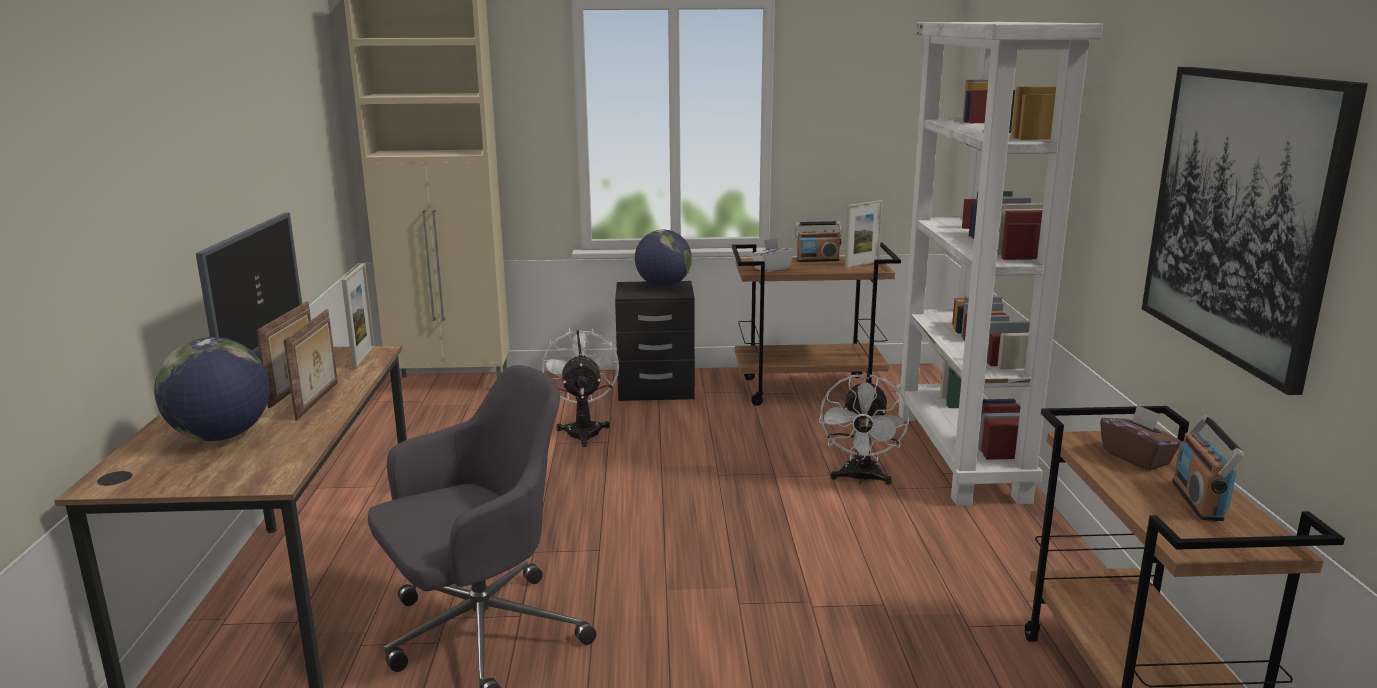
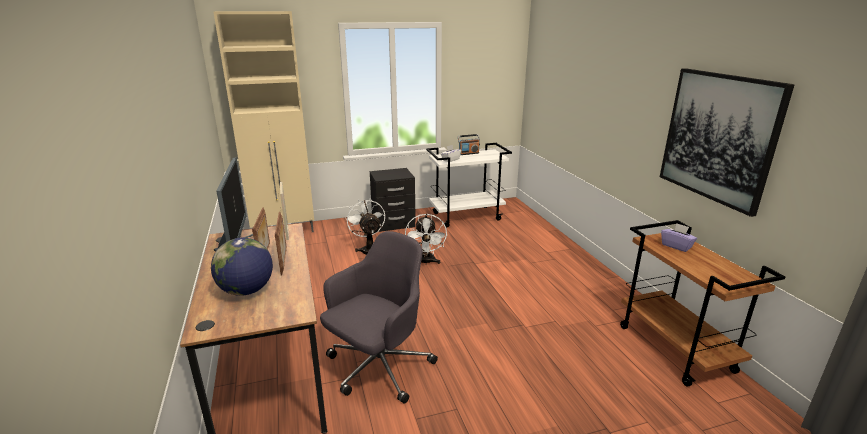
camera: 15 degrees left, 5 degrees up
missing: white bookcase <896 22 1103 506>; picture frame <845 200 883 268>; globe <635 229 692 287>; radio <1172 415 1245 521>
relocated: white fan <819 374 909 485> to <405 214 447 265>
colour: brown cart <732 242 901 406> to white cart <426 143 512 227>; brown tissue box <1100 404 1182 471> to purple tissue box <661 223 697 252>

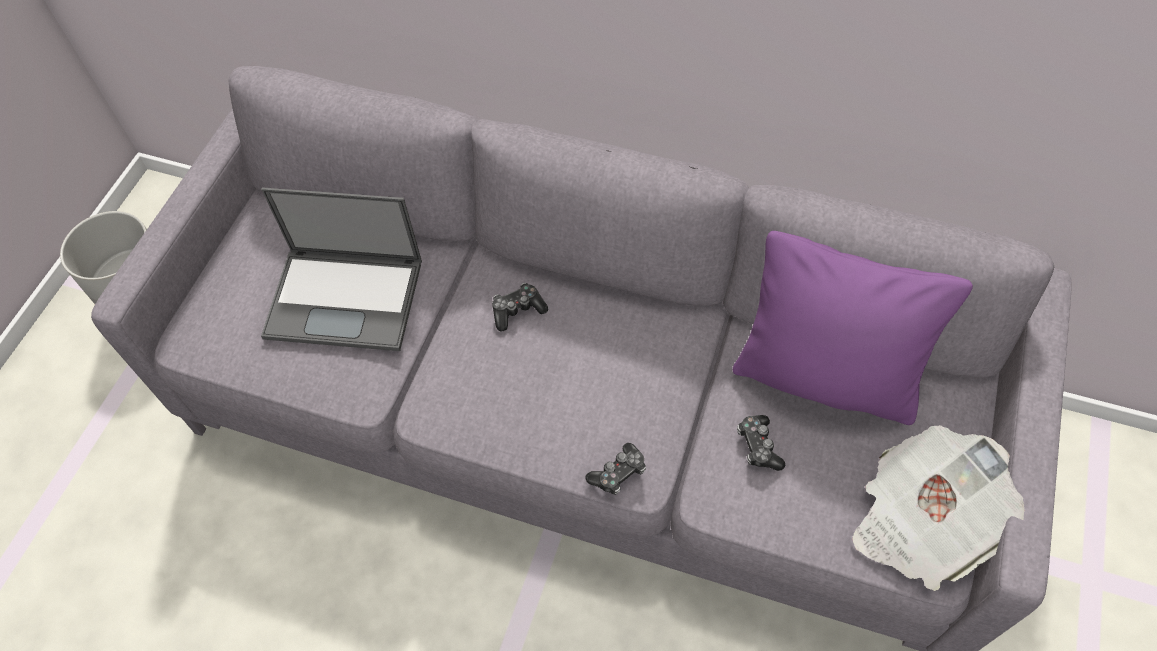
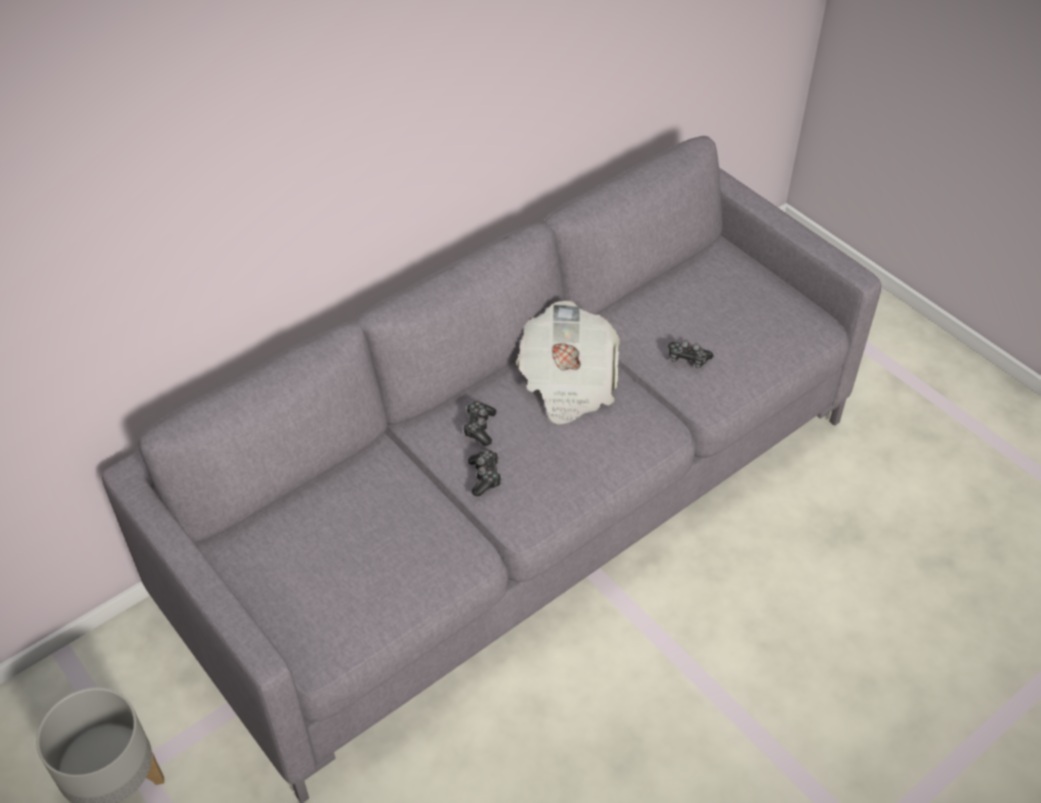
camera: 60 degrees left, 10 degrees down
missing: laptop <261 187 422 351>; purple pillow <733 231 973 425>
relocated: newspaper <852 425 1025 591> to <516 301 620 425>; game controller <586 443 646 495> to <468 450 502 496>

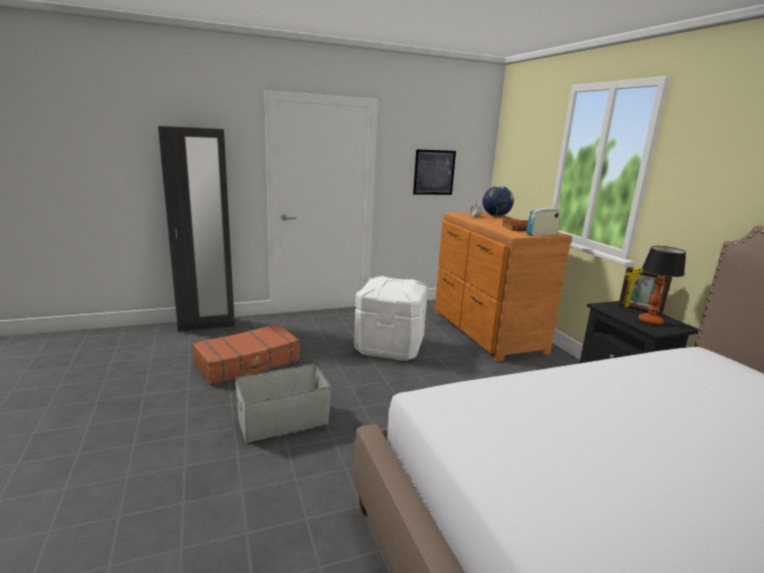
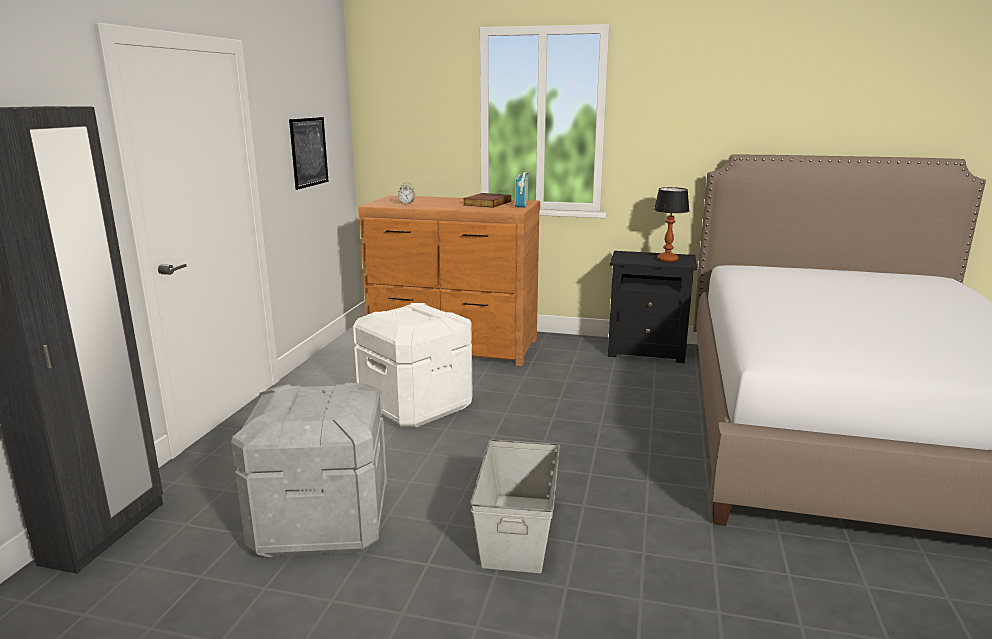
camera: 55 degrees left, 0 degrees up
missing: globe <482 186 514 217>; picture frame <619 267 672 315>
exchanged: brown suitcase <192 324 300 386> to grey storage box <231 382 387 557>

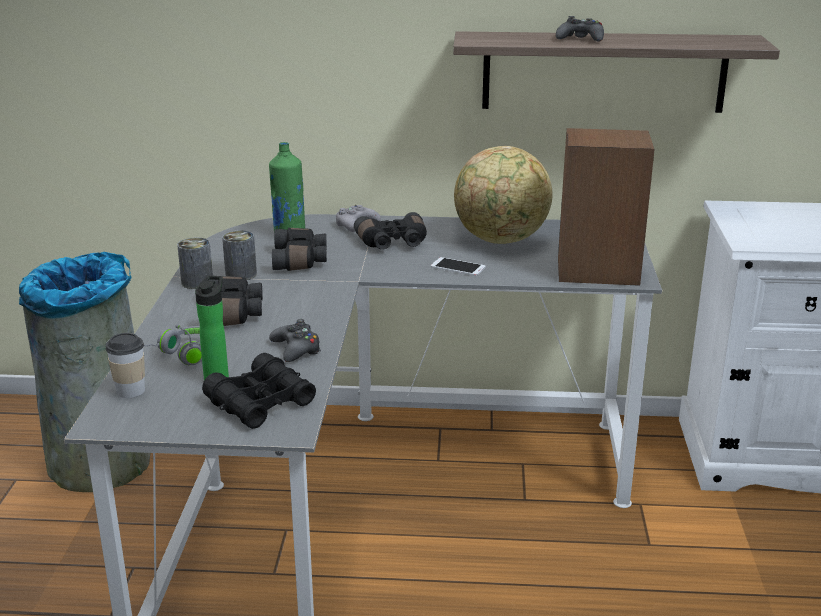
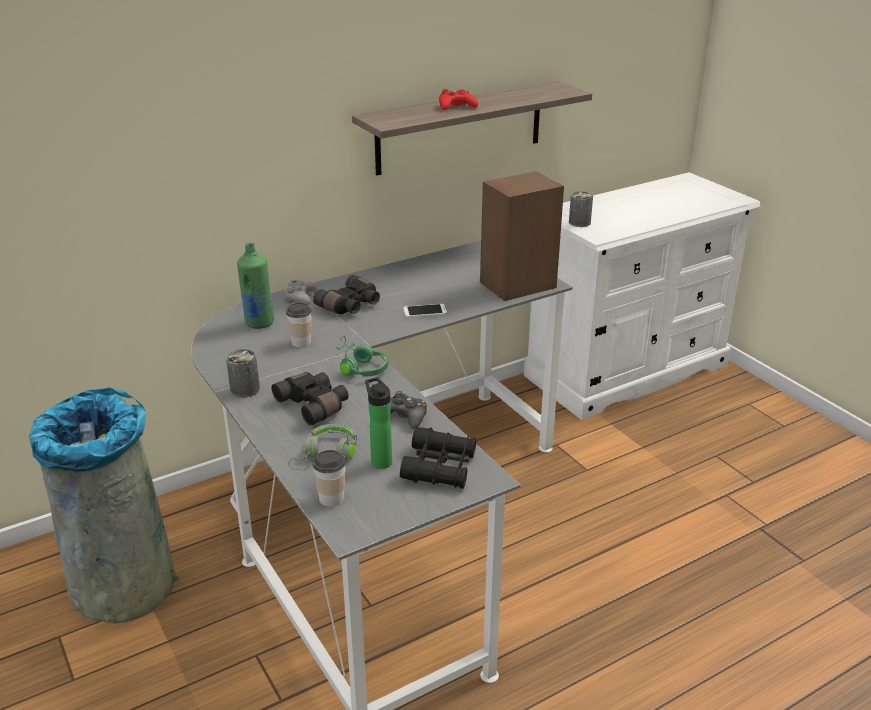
camera: 35 degrees left, 5 degrees up
missing: globe <454 146 553 244>
appeared: green headphones <336 336 388 377>
relocated: can <222 230 257 280> to <569 191 593 227>
exchanged: black binoculars <272 228 327 271> to cup <286 302 312 347>
colour: black game controller <556 16 604 42> to red game controller <439 89 478 110>

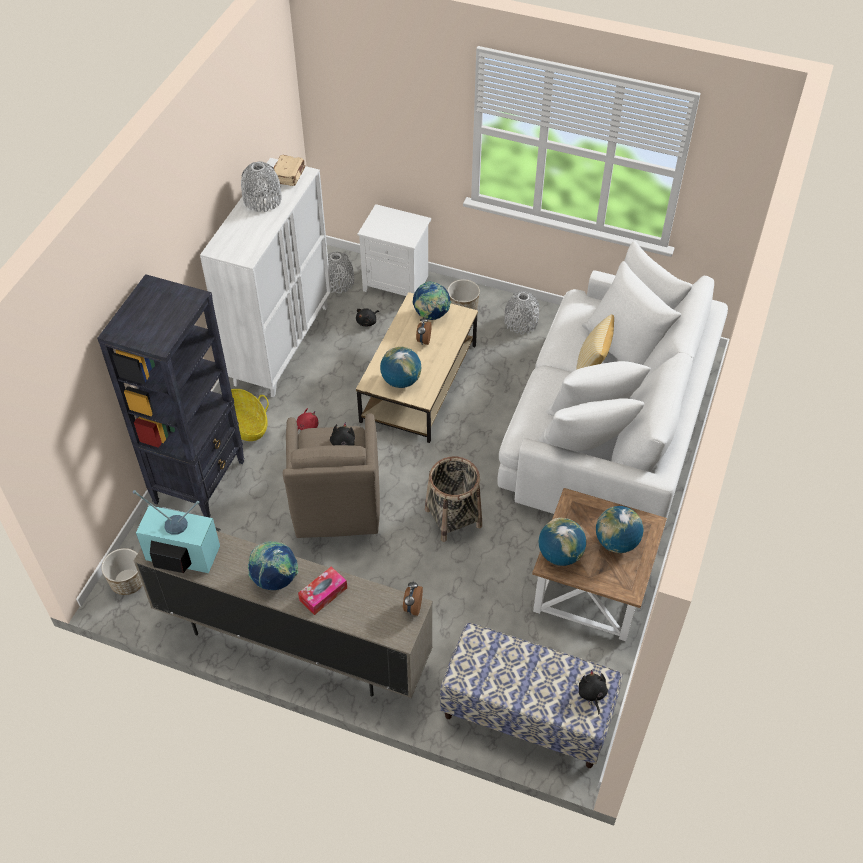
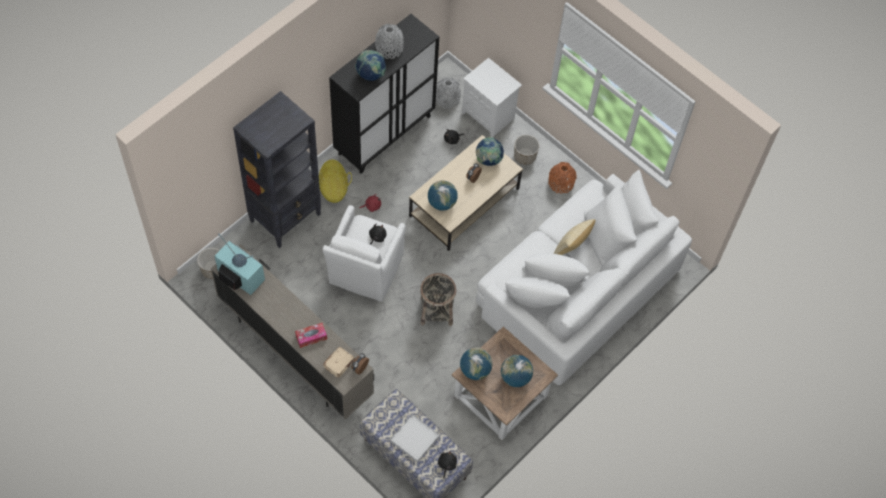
camera: 20 degrees right, 10 degrees up
appeared: white tray <390 414 440 462>
relocated: beige book <273 155 305 186> to <323 347 355 378>; globe <248 541 298 590> to <355 50 386 81>
colour: white cabinet <200 158 331 397> to black cabinet <329 14 439 174>; grey vase <504 291 540 334> to orange vase <549 162 576 194>; brown armchair <283 413 380 538> to white armchair <323 205 406 302>

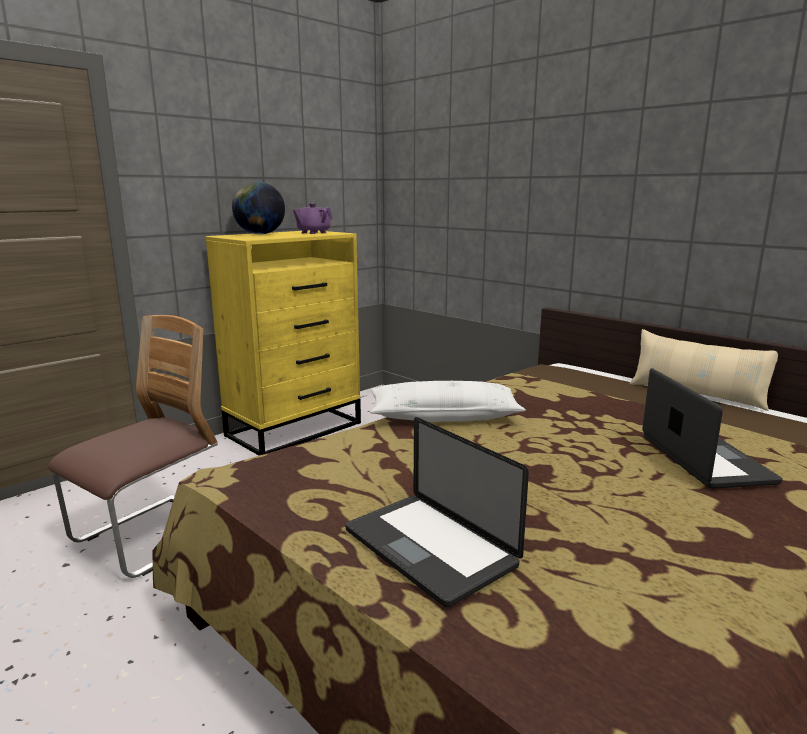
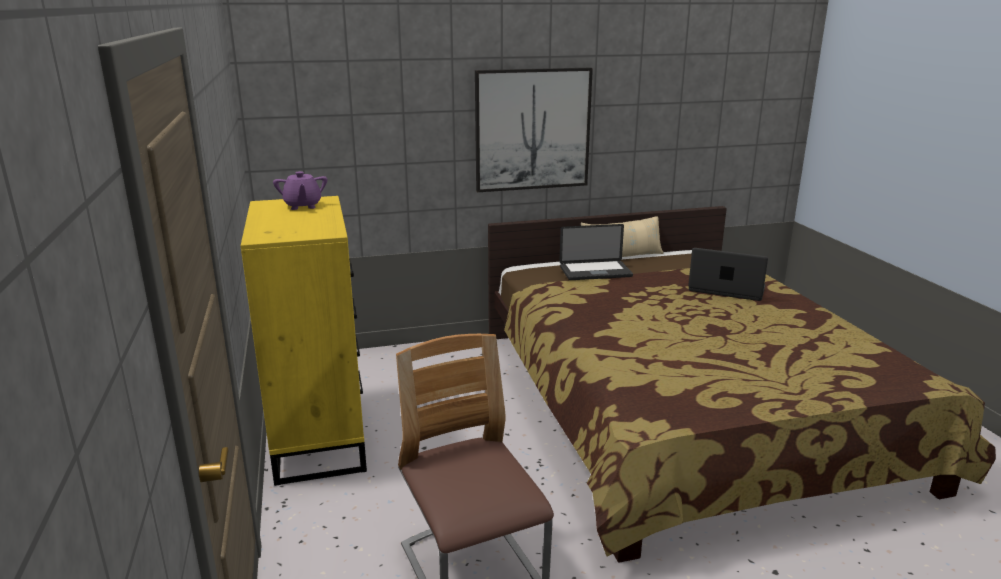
camera: 60 degrees left, 5 degrees up
missing: globe <232 181 285 234>; white pillow <370 381 526 422>
appeared: picture <475 68 593 192>
relocated: laptop <345 417 529 608> to <559 224 633 280>

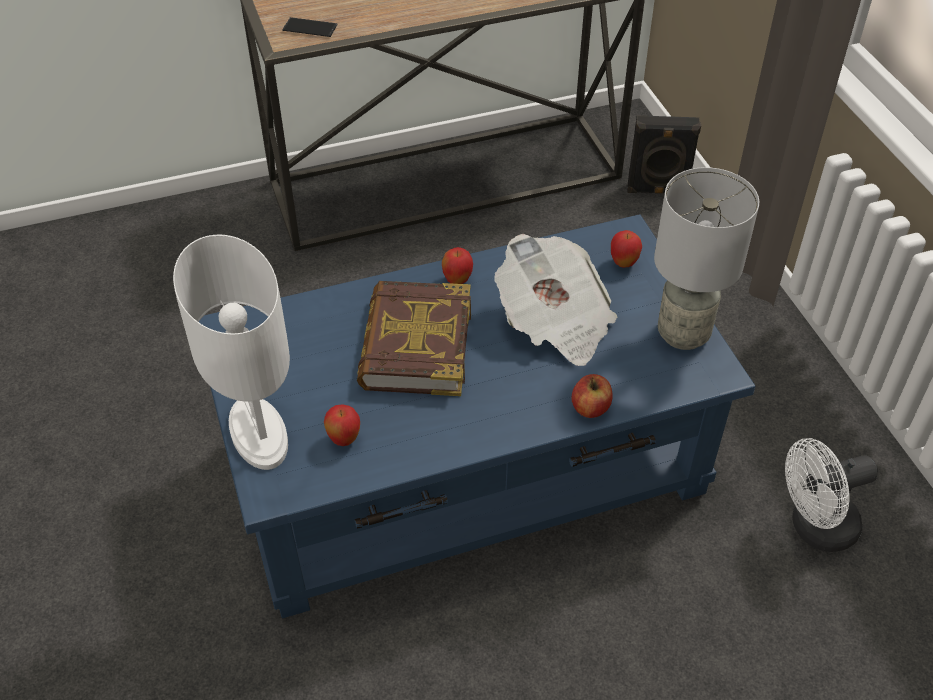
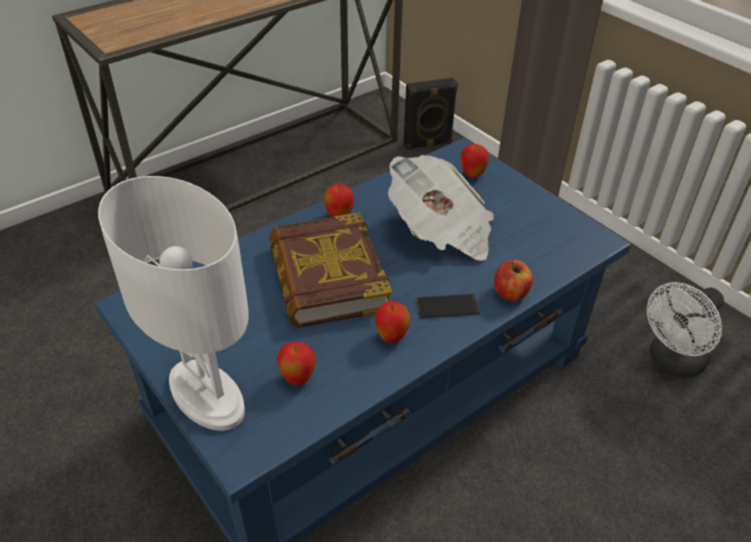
camera: 20 degrees left, 5 degrees down
missing: grey table lamp <654 167 759 350>
appeared: apple <375 301 410 343>
relocated: phone <282 17 338 37> to <416 294 480 318>

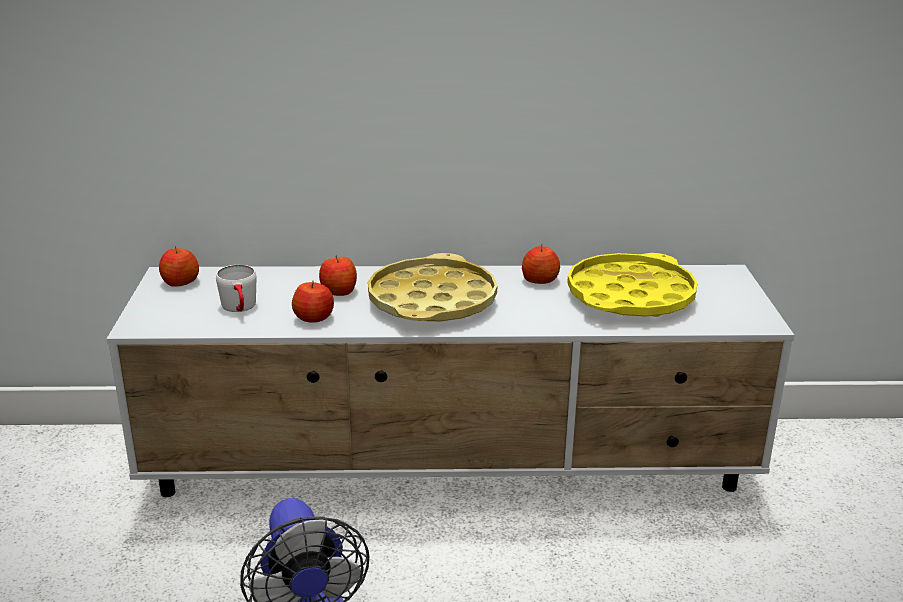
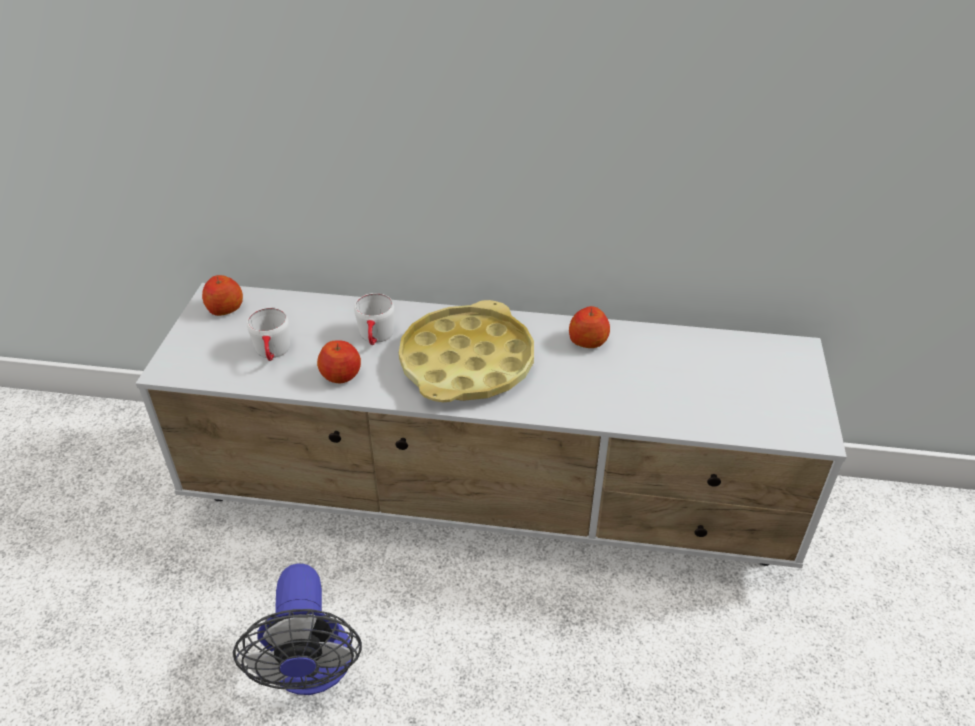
camera: 10 degrees right, 15 degrees up
missing: yellow tray <567 253 698 317>
exchanged: apple <319 256 357 296> to white mug <354 293 394 345>

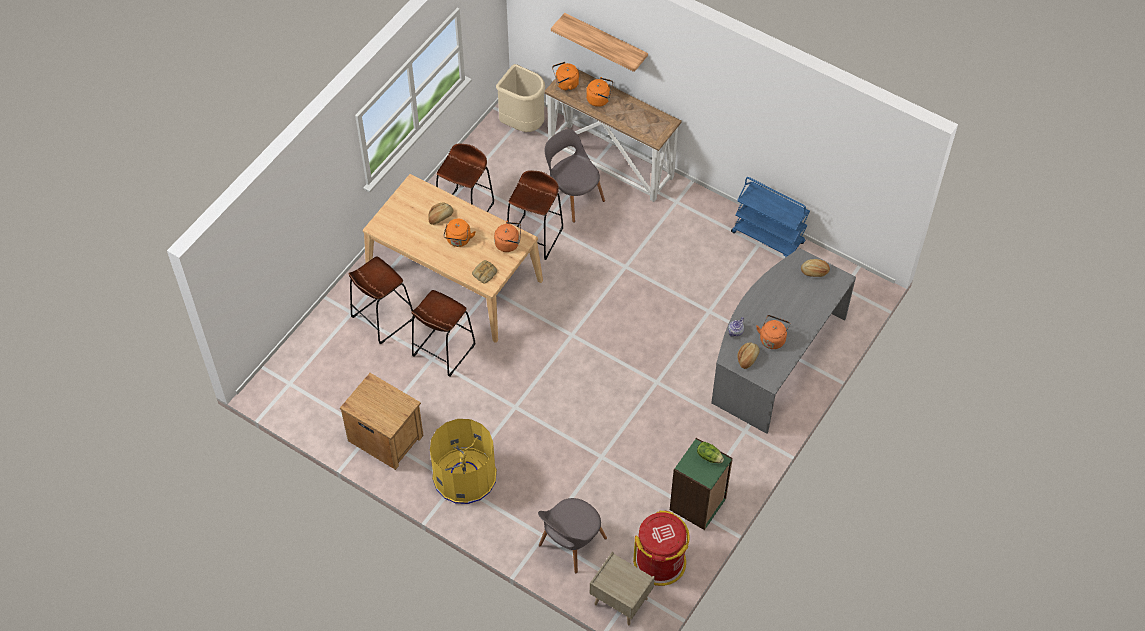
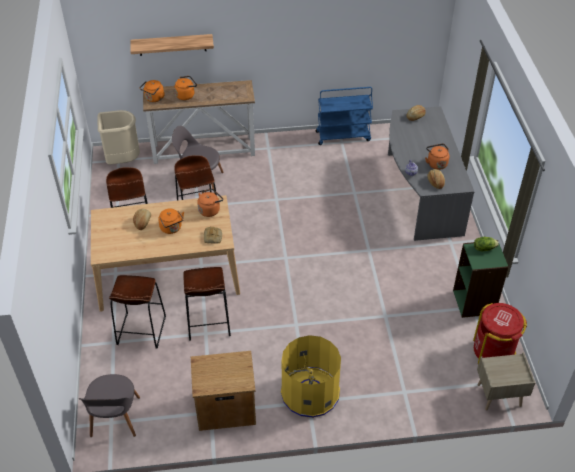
camera: 40 degrees left, 10 degrees down
relocated: grey chair <538 498 607 573> to <79 374 140 437>

